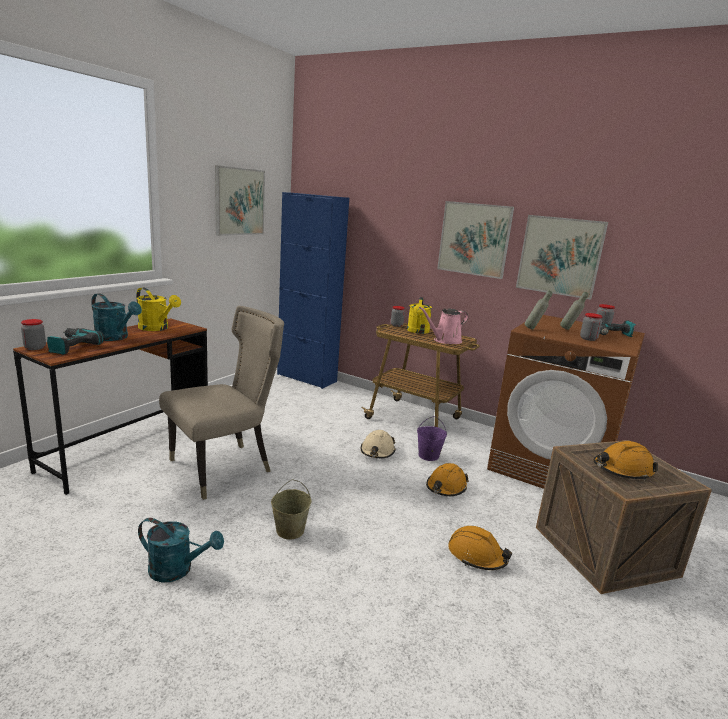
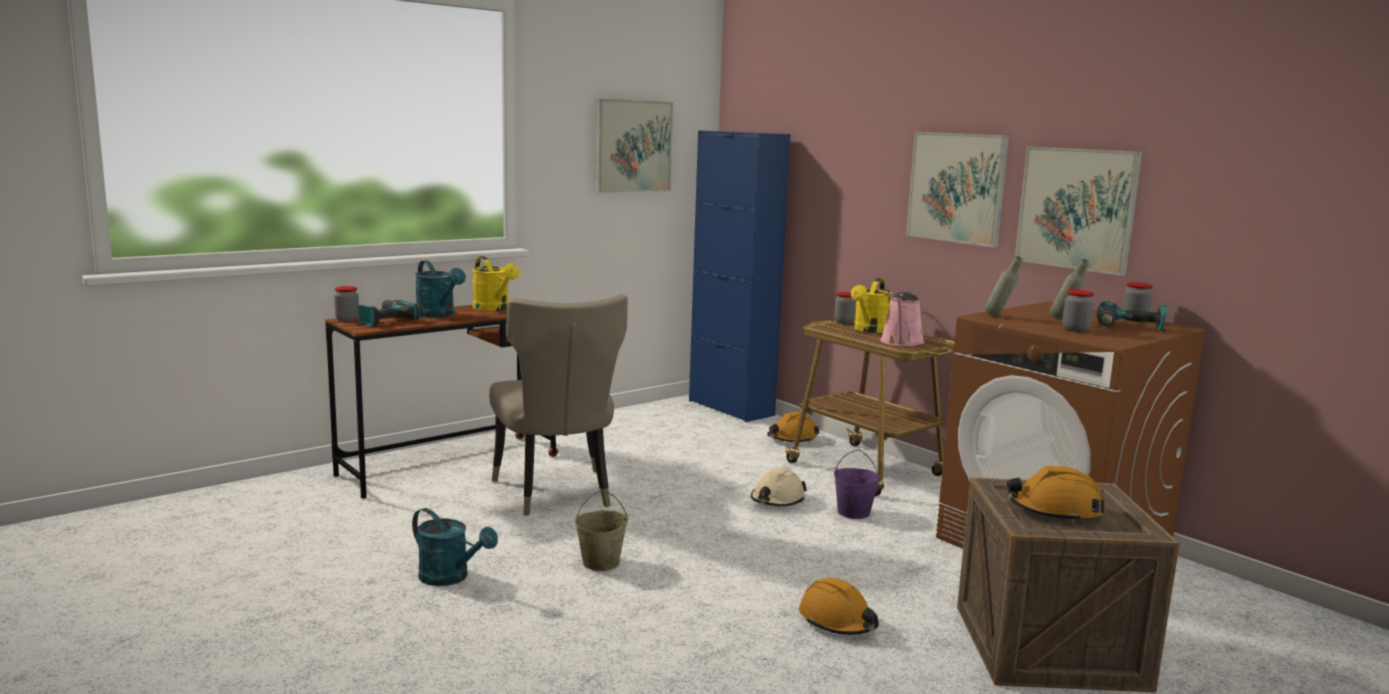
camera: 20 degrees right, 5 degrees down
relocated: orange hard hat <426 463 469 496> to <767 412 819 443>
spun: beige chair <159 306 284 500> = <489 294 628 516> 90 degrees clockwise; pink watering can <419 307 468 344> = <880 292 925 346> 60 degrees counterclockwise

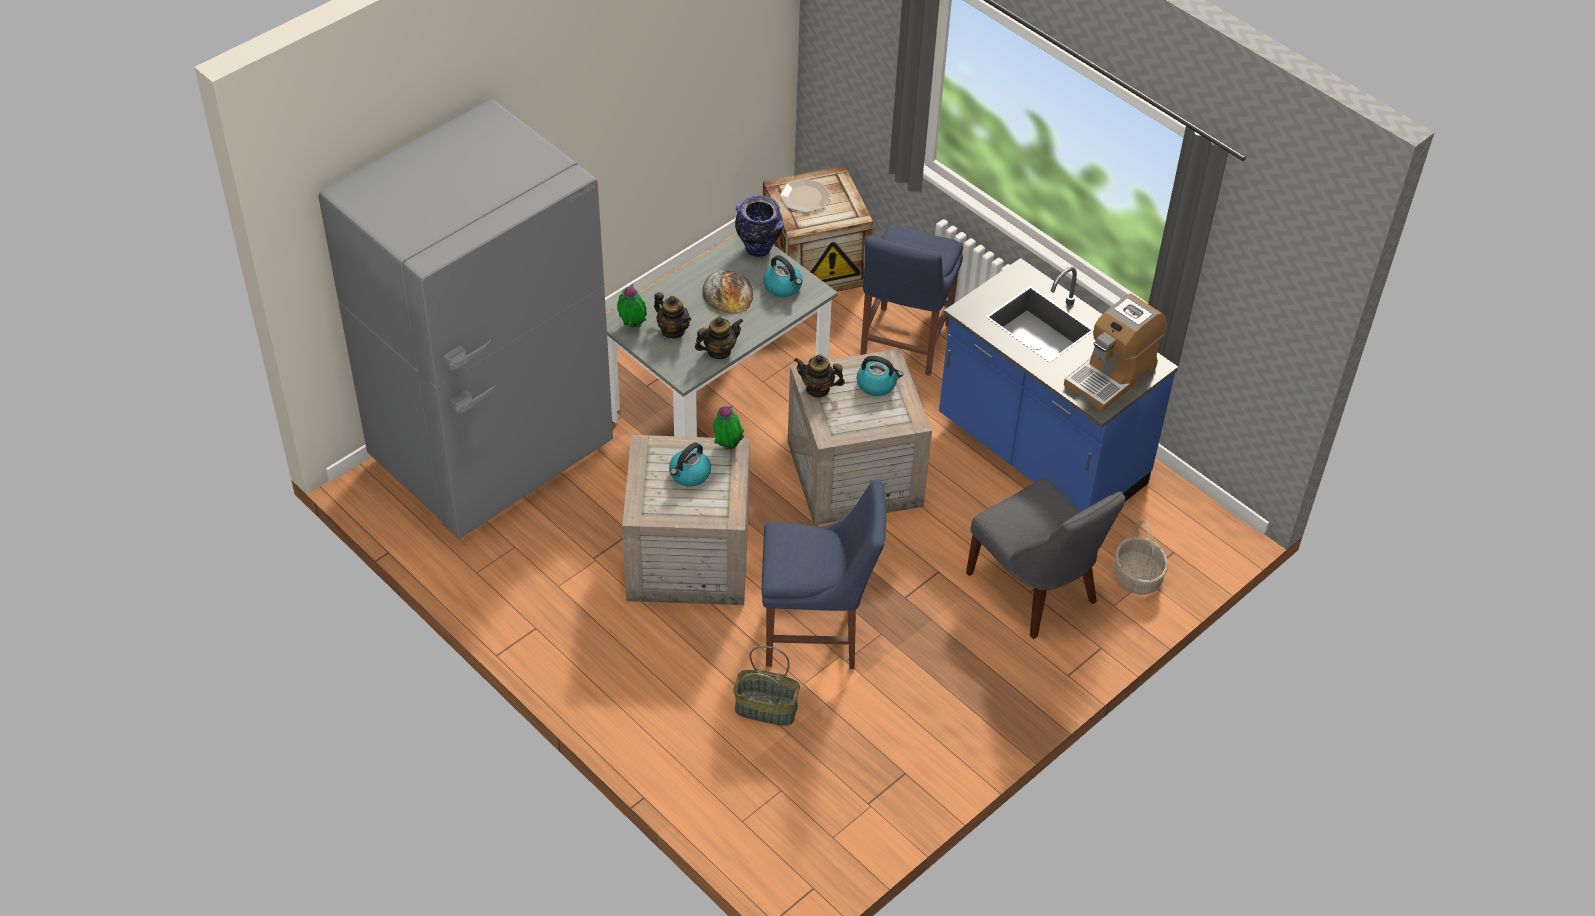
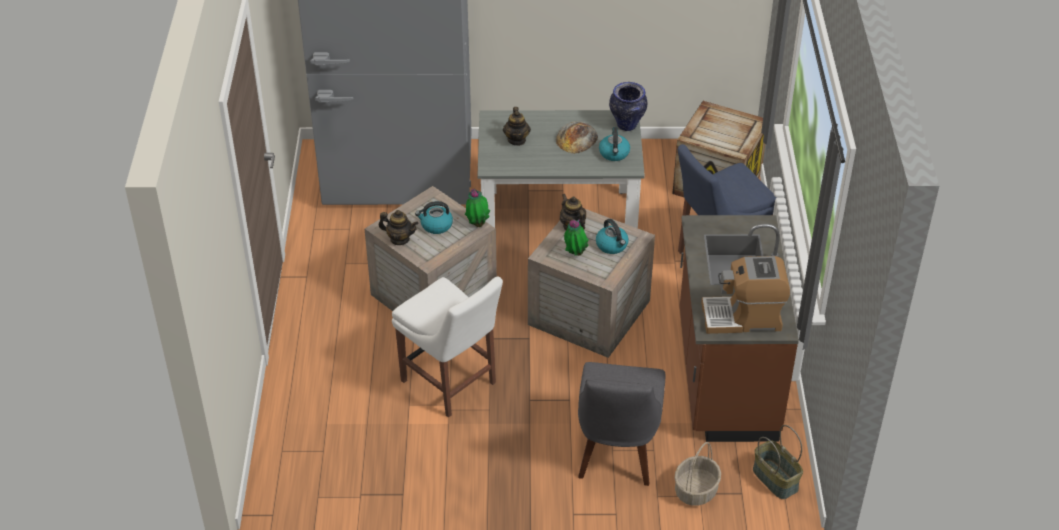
camera: 45 degrees right, 5 degrees down
missing: plate <780 179 831 213>
relocated: potted plant <617 284 647 328> to <564 219 589 256>; teapot <695 316 743 359> to <379 210 418 245>; basket <734 646 800 726> to <753 425 803 499>
colour: blue counter <939 258 1178 512> to brown counter <680 215 799 442>; blue chair <761 480 886 669> to white chair <392 277 503 418>

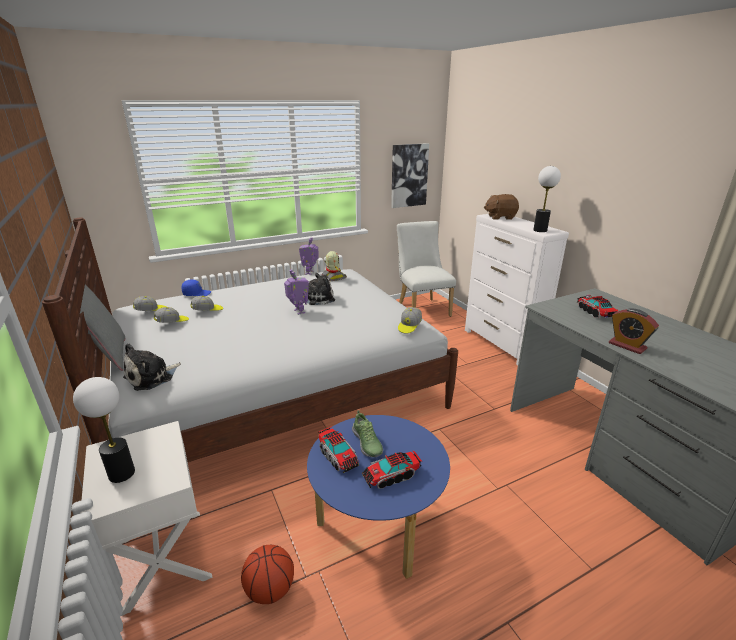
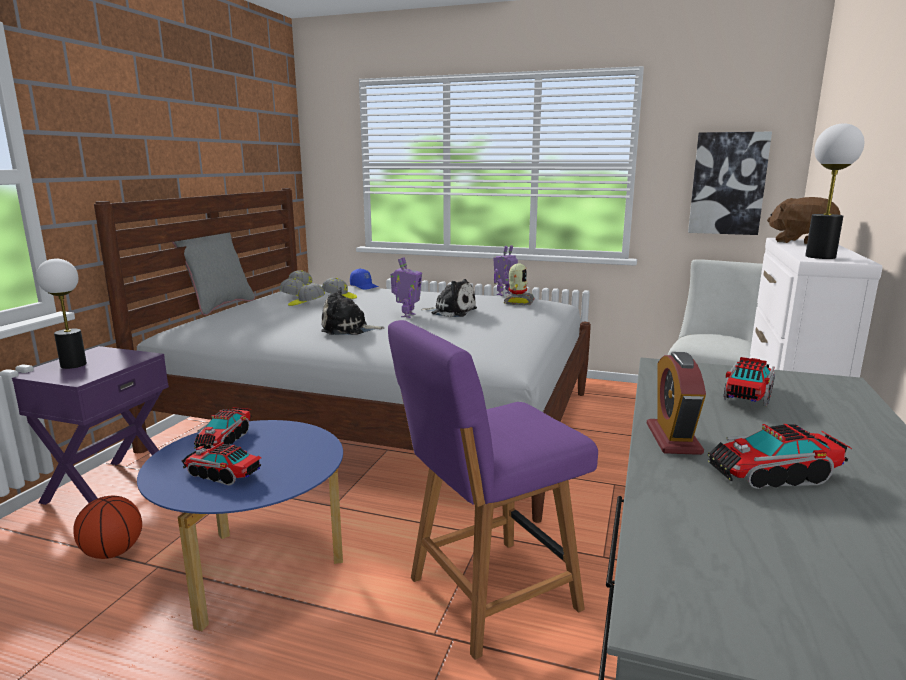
camera: 45 degrees right, 10 degrees down
missing: shoe <352 410 383 457>
appeared: purple chair <388 320 598 660>; toy truck <708 424 852 489>
relocated: cap <398 307 422 334> to <288 283 325 306>; plush toy <123 343 181 391> to <321 287 385 335>
colour: white nightstand <80 421 213 616> to purple nightstand <12 346 169 505>

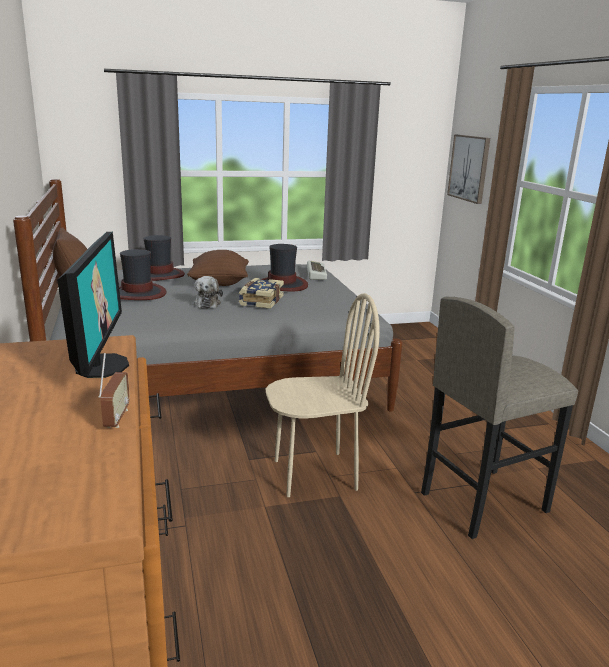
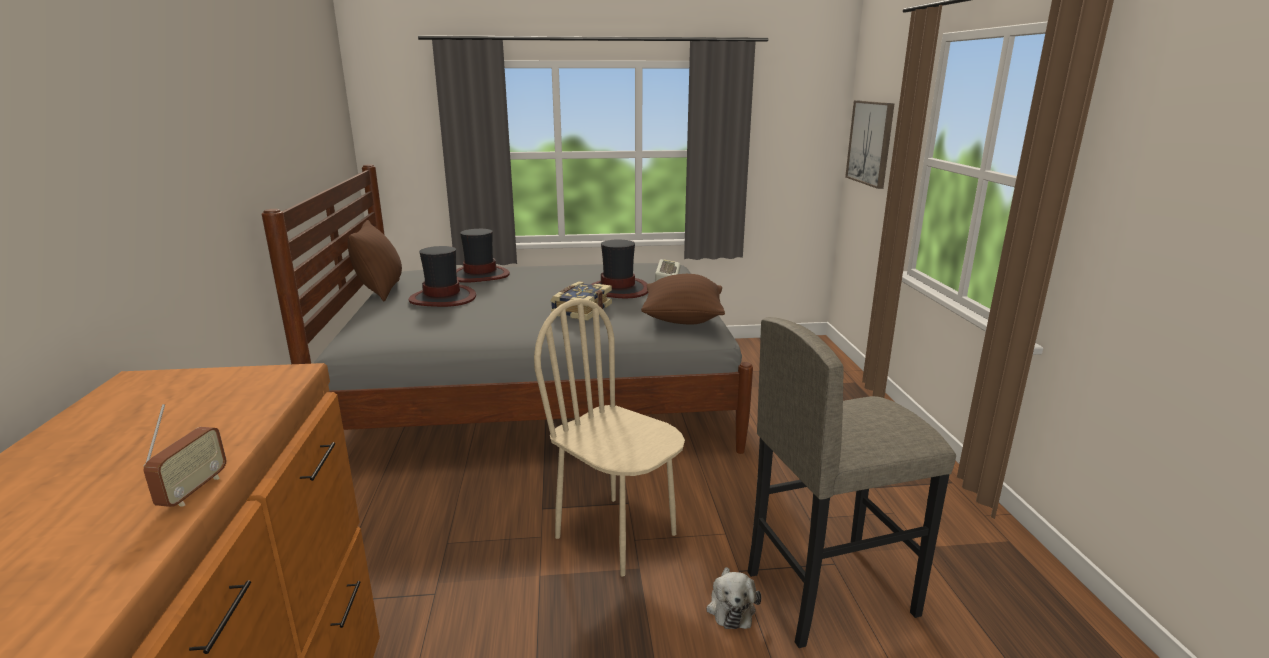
camera: 10 degrees right, 0 degrees up
missing: monitor <57 232 129 378>
relocated: brown pillow <187 250 249 286> to <641 274 725 325>; plush toy <192 276 223 309> to <706 567 761 629>
spun: beige chair <266 293 380 497> = <534 298 685 576> 135 degrees counterclockwise

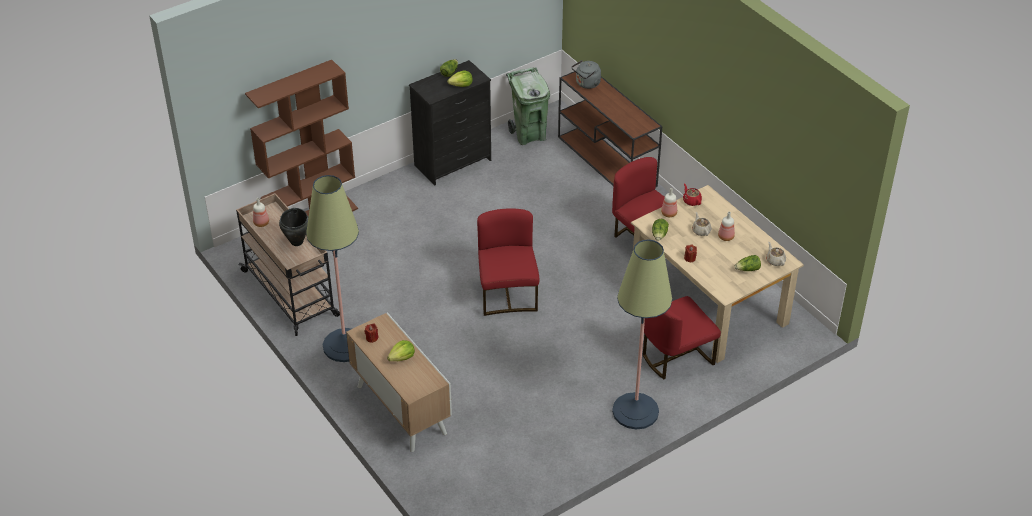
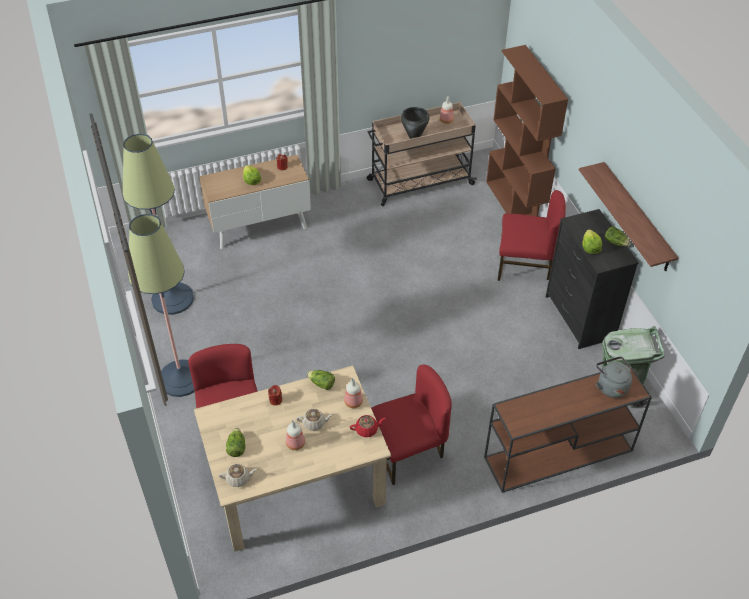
camera: 105 degrees right, 5 degrees up
appeared: shelf <579 162 679 271>
relocated: floor lamp <306 175 359 362> to <123 134 194 315>; red chair <477 208 539 316> to <498 190 566 281>

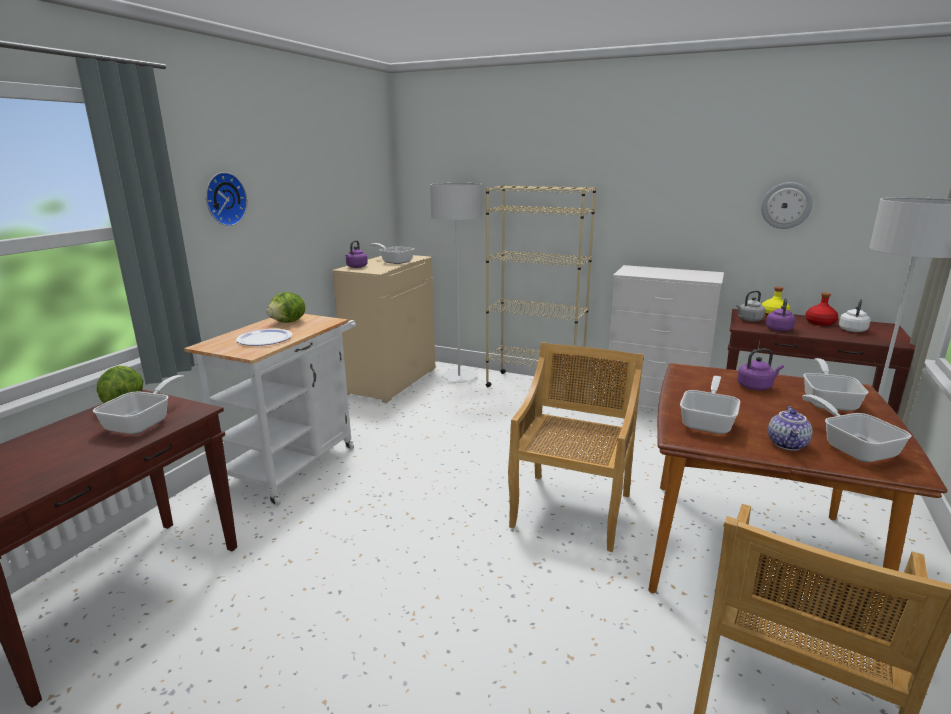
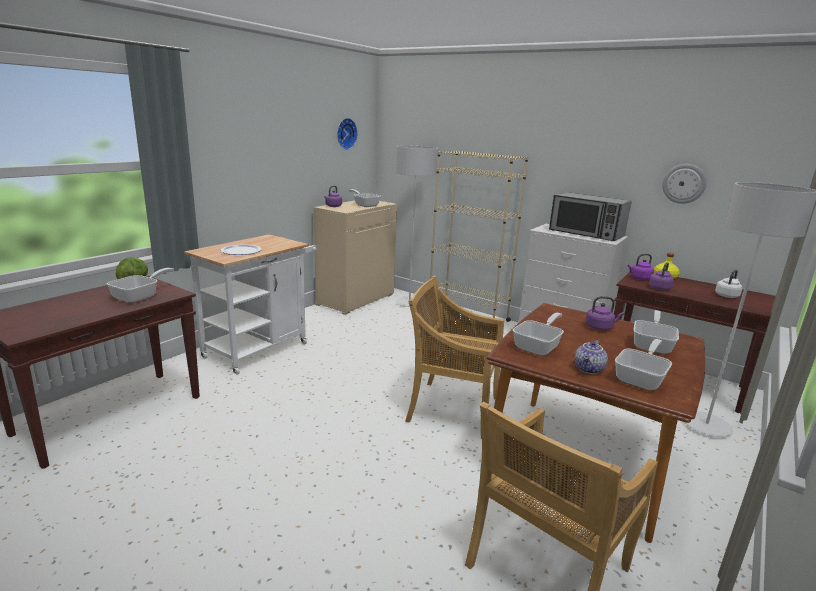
camera: 10 degrees right, 0 degrees up
missing: lettuce <266 292 305 323>; red bottle <805 293 838 326>
appeared: microwave <549 192 632 241>
relocated: wall clock <206 172 247 226> to <337 118 358 150>
colour: grey kettle <736 290 766 322> to purple kettle <628 254 654 280>
spun: beige chair <508 342 644 552> = <405 276 504 439> 105 degrees counterclockwise; frying pan <802 394 912 462> = <615 339 672 390> 45 degrees clockwise

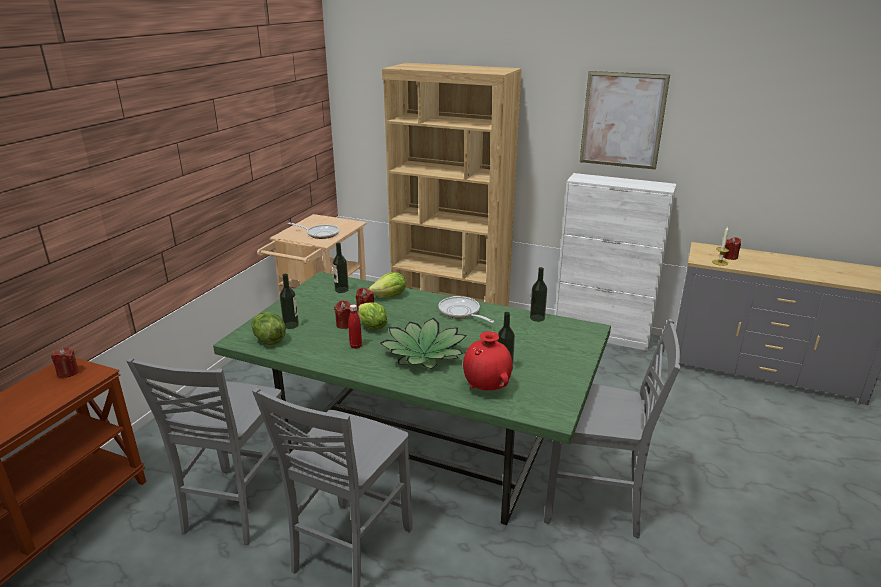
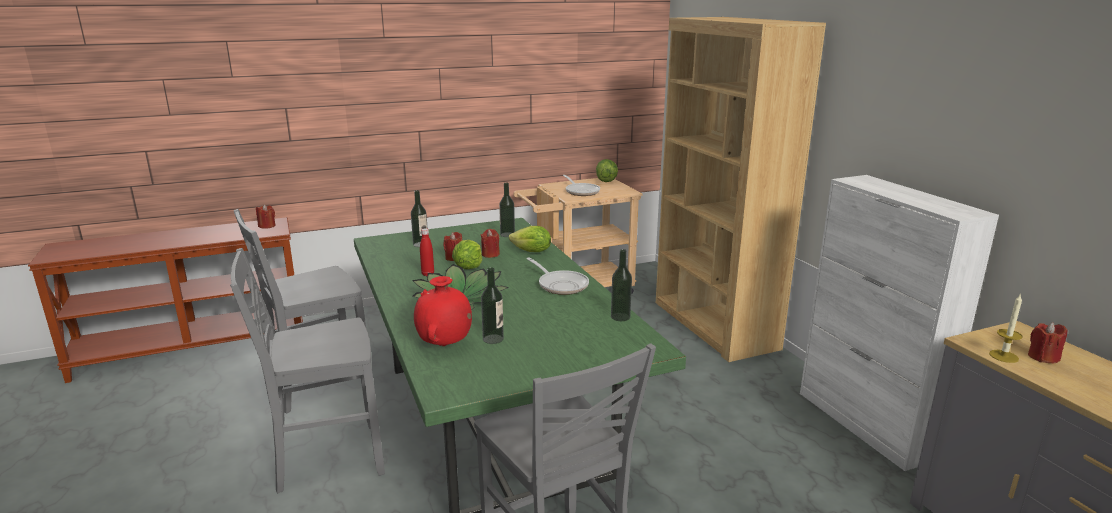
camera: 45 degrees right, 5 degrees down
missing: picture <580 71 670 170>
relocated: lettuce <252 312 286 345> to <596 159 618 182>
spun: frying pan <438 296 495 323> = <527 257 589 295> 135 degrees clockwise

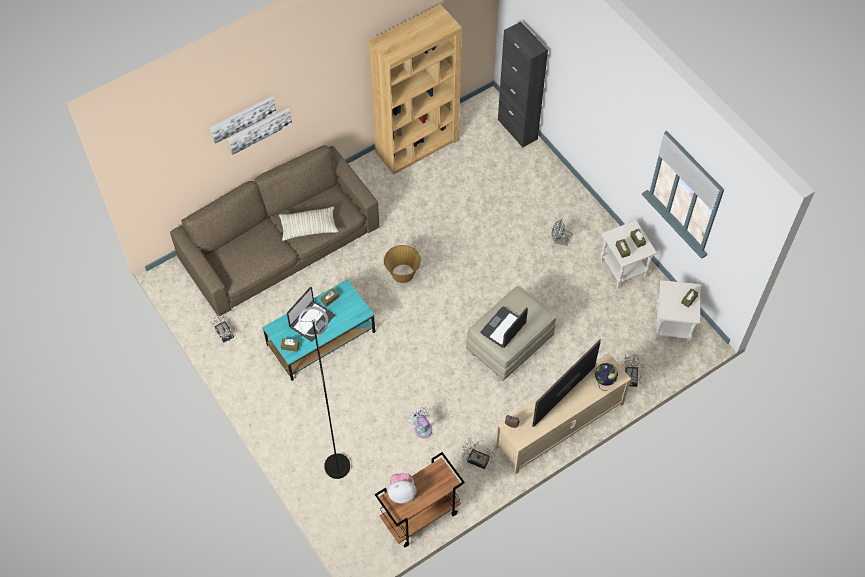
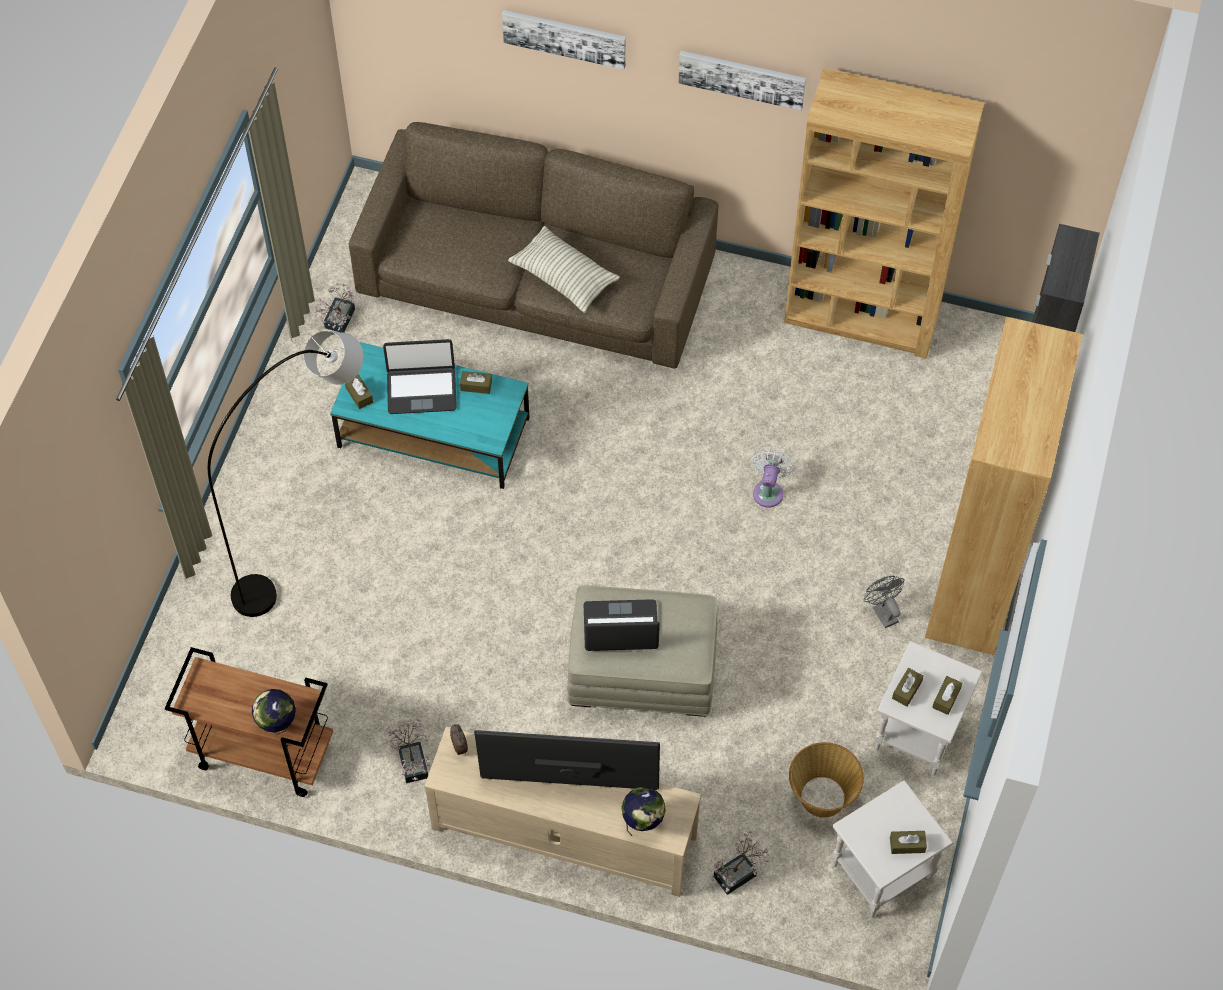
camera: 50 degrees right, 0 degrees up
missing: plush toy <388 473 417 504>
appeared: brown bookcase <925 317 1083 655>; globe <252 689 296 735>
relocated: picture <228 108 292 155> to <678 51 806 111>; basket <384 245 421 283> to <789 742 864 818>; white fan <408 407 432 438> to <752 450 794 507>

